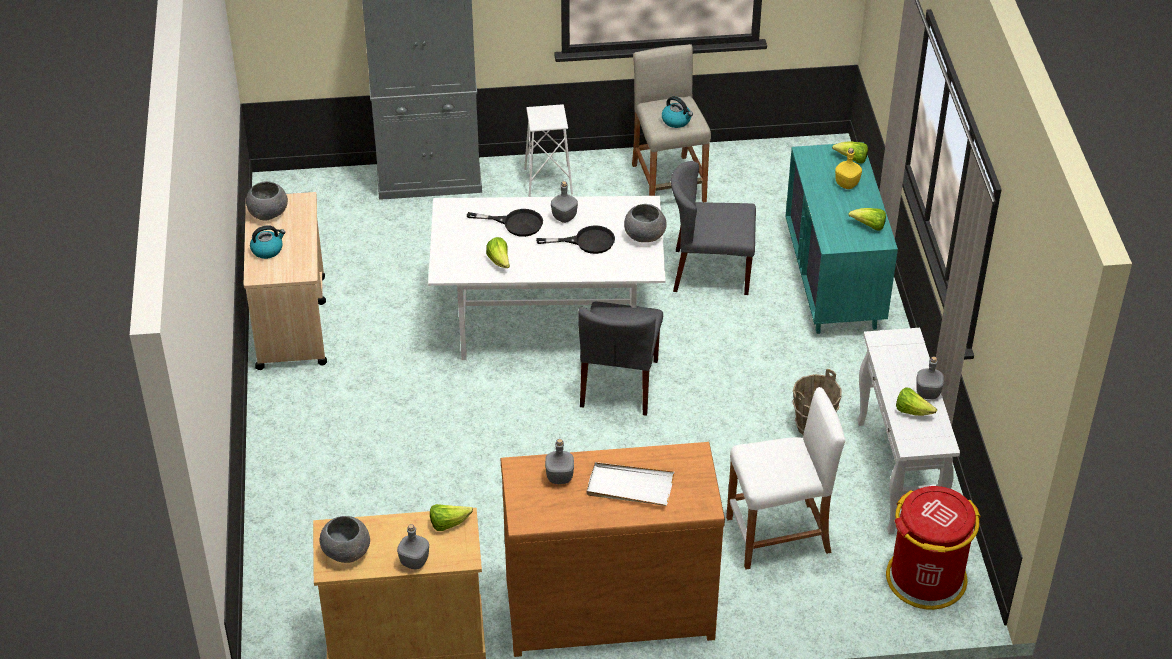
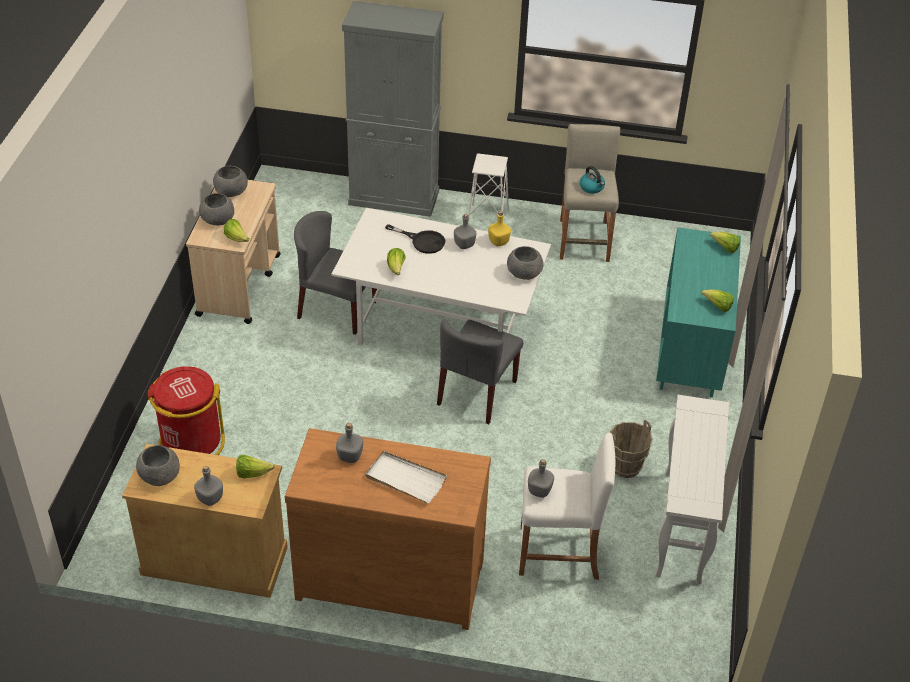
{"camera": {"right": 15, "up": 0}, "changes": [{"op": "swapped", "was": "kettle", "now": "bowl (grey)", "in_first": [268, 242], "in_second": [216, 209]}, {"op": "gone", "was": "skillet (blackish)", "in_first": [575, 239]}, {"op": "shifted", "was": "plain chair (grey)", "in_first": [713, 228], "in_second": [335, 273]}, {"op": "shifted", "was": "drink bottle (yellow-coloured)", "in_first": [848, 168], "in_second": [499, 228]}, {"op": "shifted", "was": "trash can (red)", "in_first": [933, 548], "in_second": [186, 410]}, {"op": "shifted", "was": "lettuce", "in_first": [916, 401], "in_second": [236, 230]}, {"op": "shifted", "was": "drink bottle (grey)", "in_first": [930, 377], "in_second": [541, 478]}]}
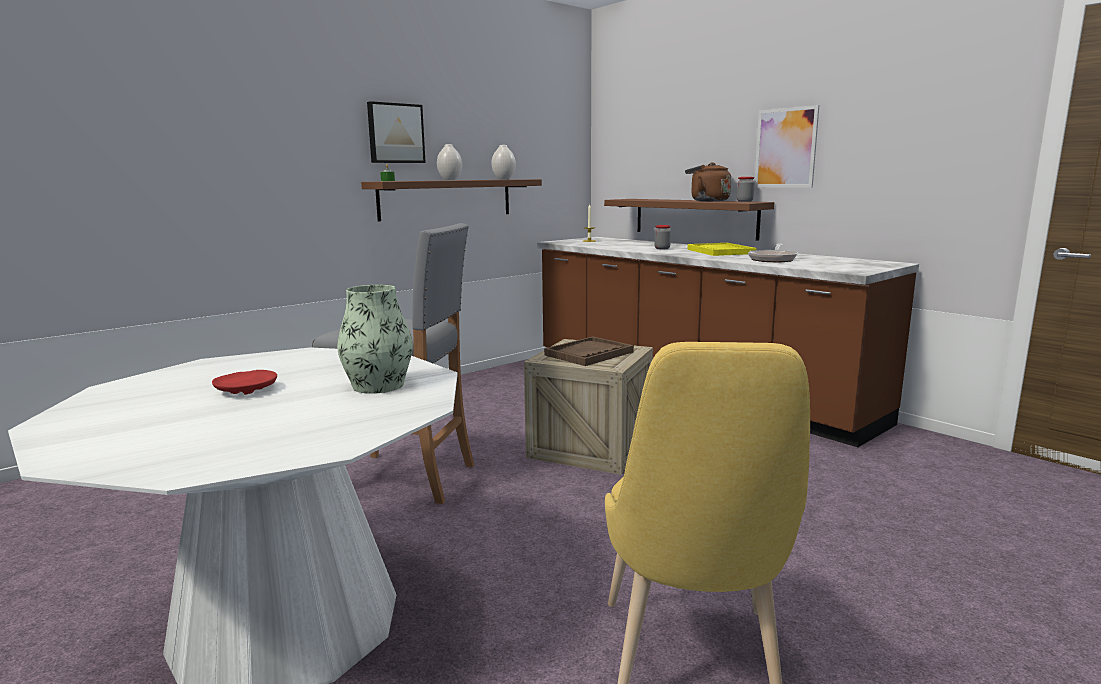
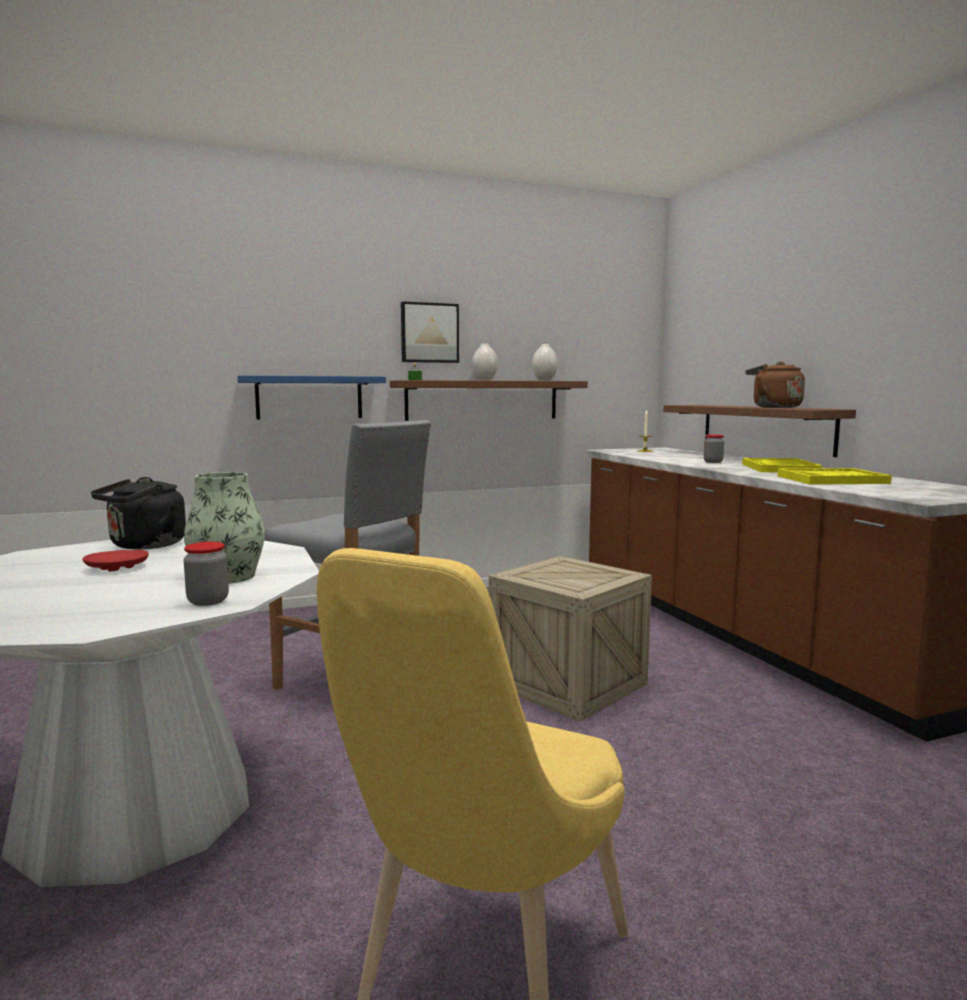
{"camera": {"right": 20, "up": -5}, "changes": [{"op": "gone", "was": "tray (brown-coloured)", "in_first": [589, 351]}, {"op": "shifted", "was": "preserve jar", "in_first": [746, 189], "in_second": [206, 574]}, {"op": "swapped", "was": "skillet", "now": "tray (yellow-coloured)", "in_first": [773, 253], "in_second": [835, 476]}, {"op": "gone", "was": "wall picture", "in_first": [786, 146]}, {"op": "new", "now": "kettle (blackish)", "in_second": [138, 513]}, {"op": "new", "now": "shelf (blue-coloured)", "in_second": [311, 397]}]}
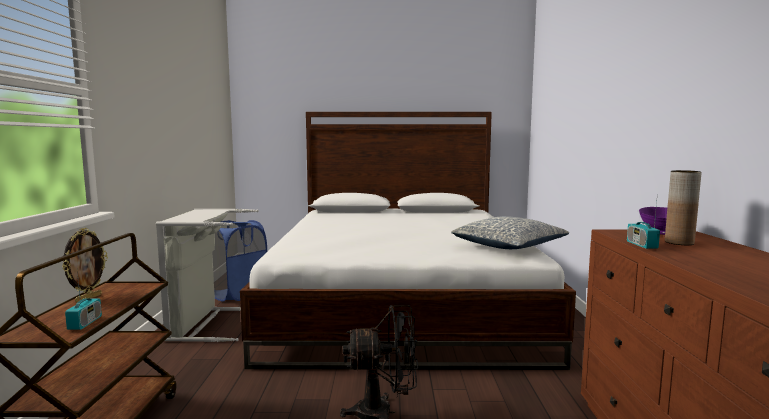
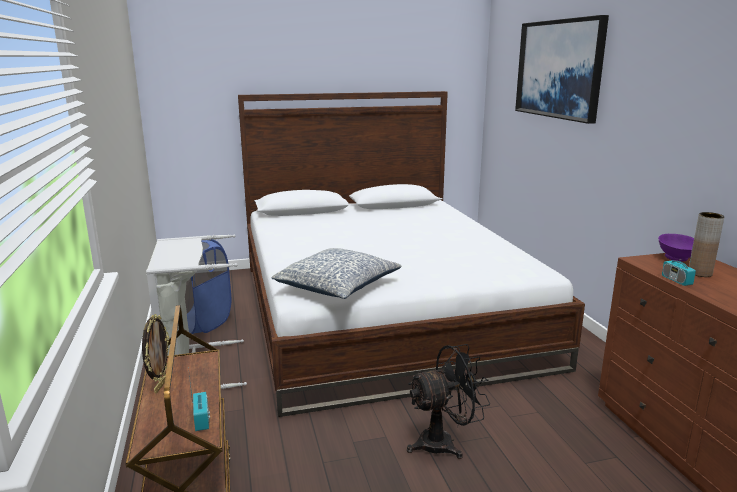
{"camera": {"right": -15, "up": 10}, "changes": [{"op": "shifted", "was": "cushion", "in_first": [510, 232], "in_second": [336, 273]}, {"op": "new", "now": "wall picture", "in_second": [562, 69]}]}
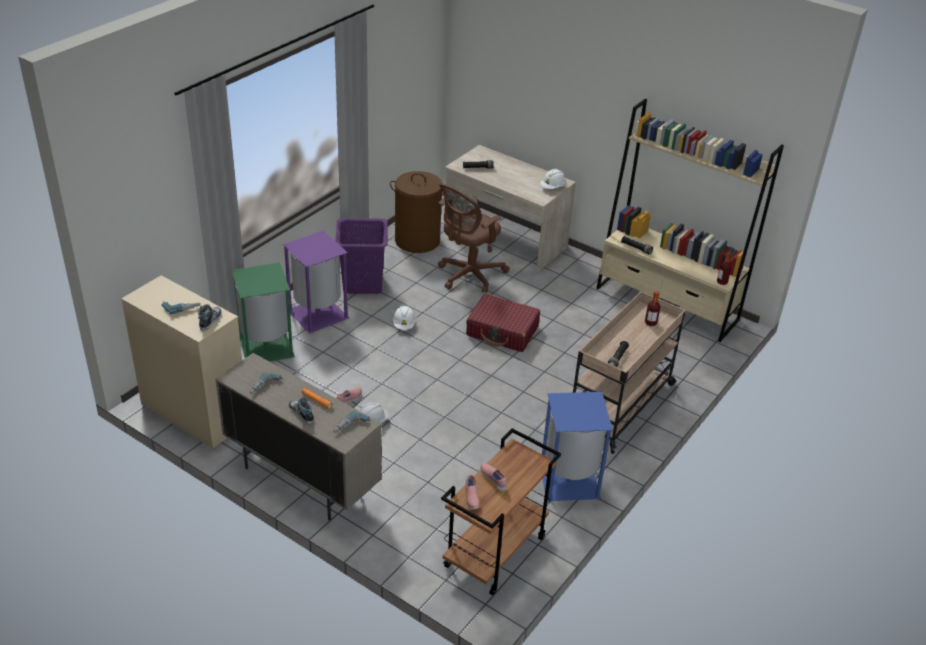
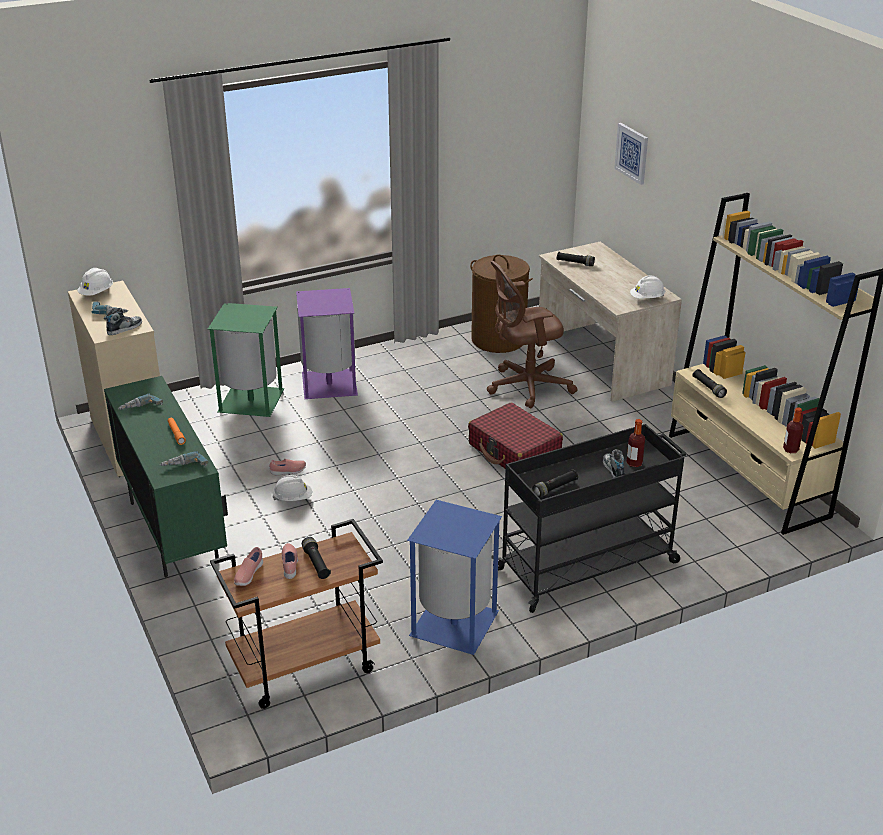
{"camera": {"right": 30, "up": -5}, "changes": [{"op": "repainted", "was": "storage cabinet (beige)", "now": "storage cabinet (greenish)", "in_first": [298, 437], "in_second": [166, 476]}, {"op": "shifted", "was": "low shoe", "in_first": [301, 411], "in_second": [614, 463]}, {"op": "gone", "was": "laundry basket (purple)", "in_first": [361, 256]}, {"op": "shifted", "was": "hard hat (whitish)", "in_first": [404, 318], "in_second": [95, 282]}, {"op": "repainted", "was": "trolley (beige)", "now": "trolley (blackish)", "in_first": [629, 372], "in_second": [588, 518]}, {"op": "new", "now": "flashlight (blackish)", "in_second": [316, 558]}, {"op": "new", "now": "wall picture", "in_second": [631, 154]}]}
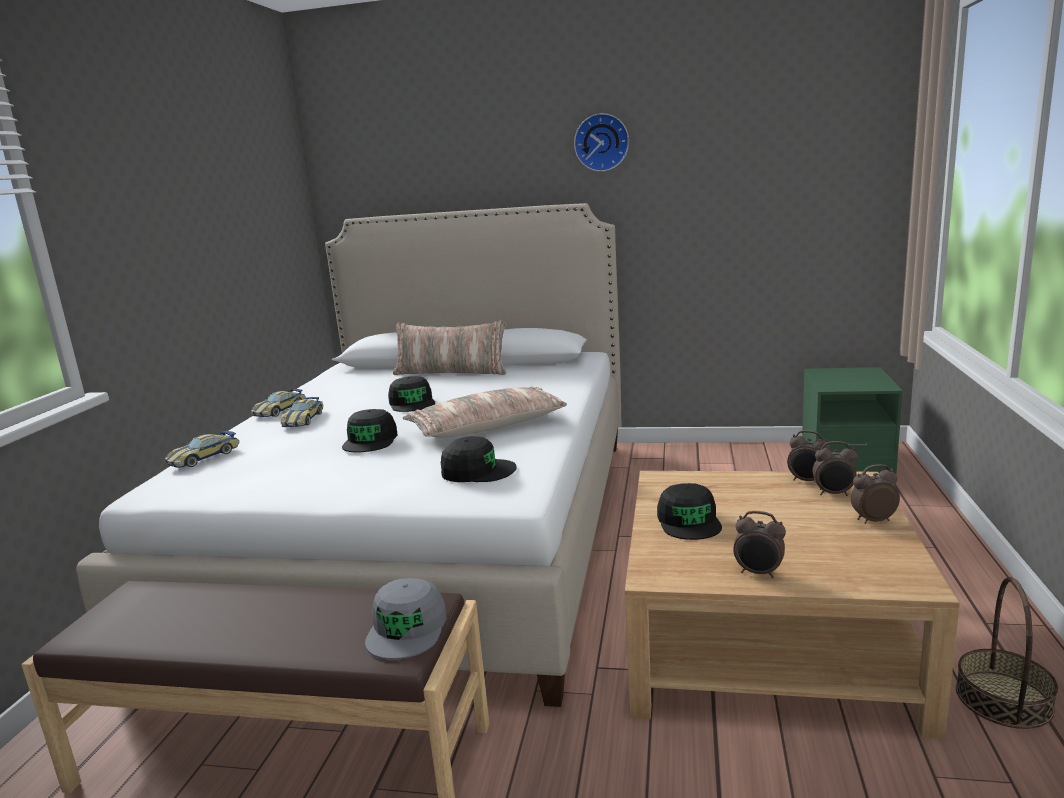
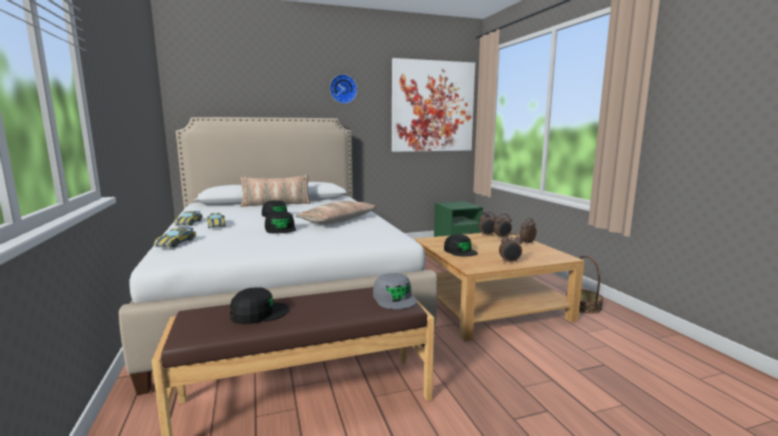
{"camera": {"right": -30, "up": -5}, "changes": [{"op": "shifted", "was": "baseball cap (blackish)", "in_first": [479, 459], "in_second": [259, 305]}, {"op": "new", "now": "wall picture", "in_second": [433, 105]}]}
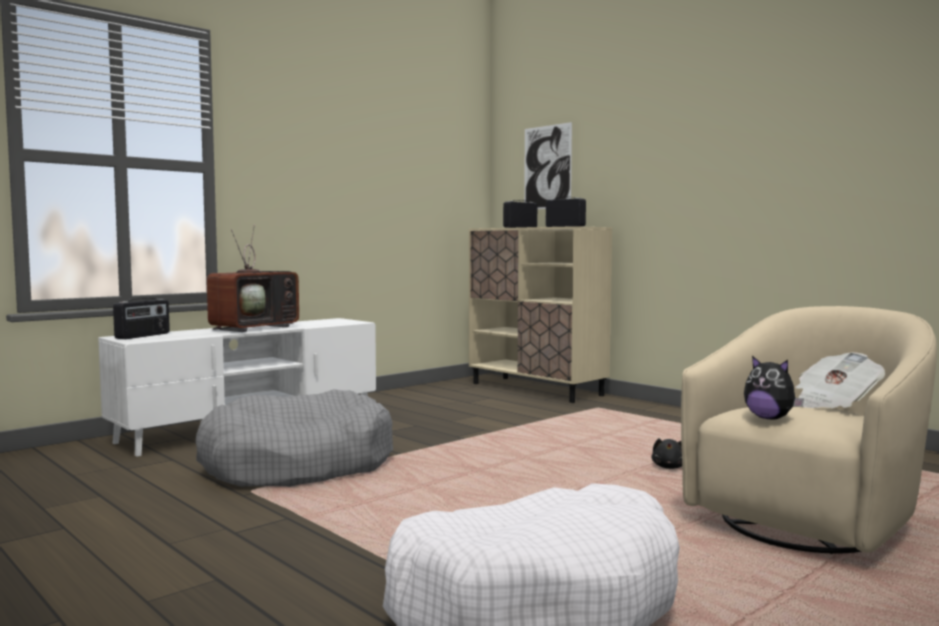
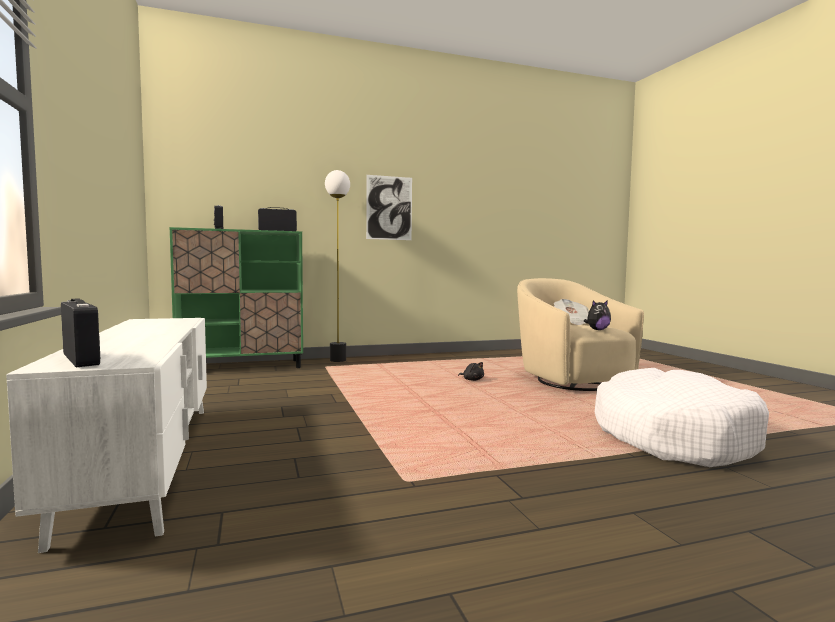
{"camera": {"right": -65, "up": 0}, "changes": [{"op": "gone", "was": "pet bed (grey)", "in_first": [294, 438]}, {"op": "gone", "was": "television", "in_first": [253, 278]}, {"op": "repainted", "was": "storage cabinet (beige)", "now": "storage cabinet (greenish)", "in_first": [540, 314], "in_second": [236, 297]}, {"op": "shifted", "was": "wall picture", "in_first": [548, 165], "in_second": [389, 207]}, {"op": "new", "now": "floor lamp", "in_second": [337, 266]}]}
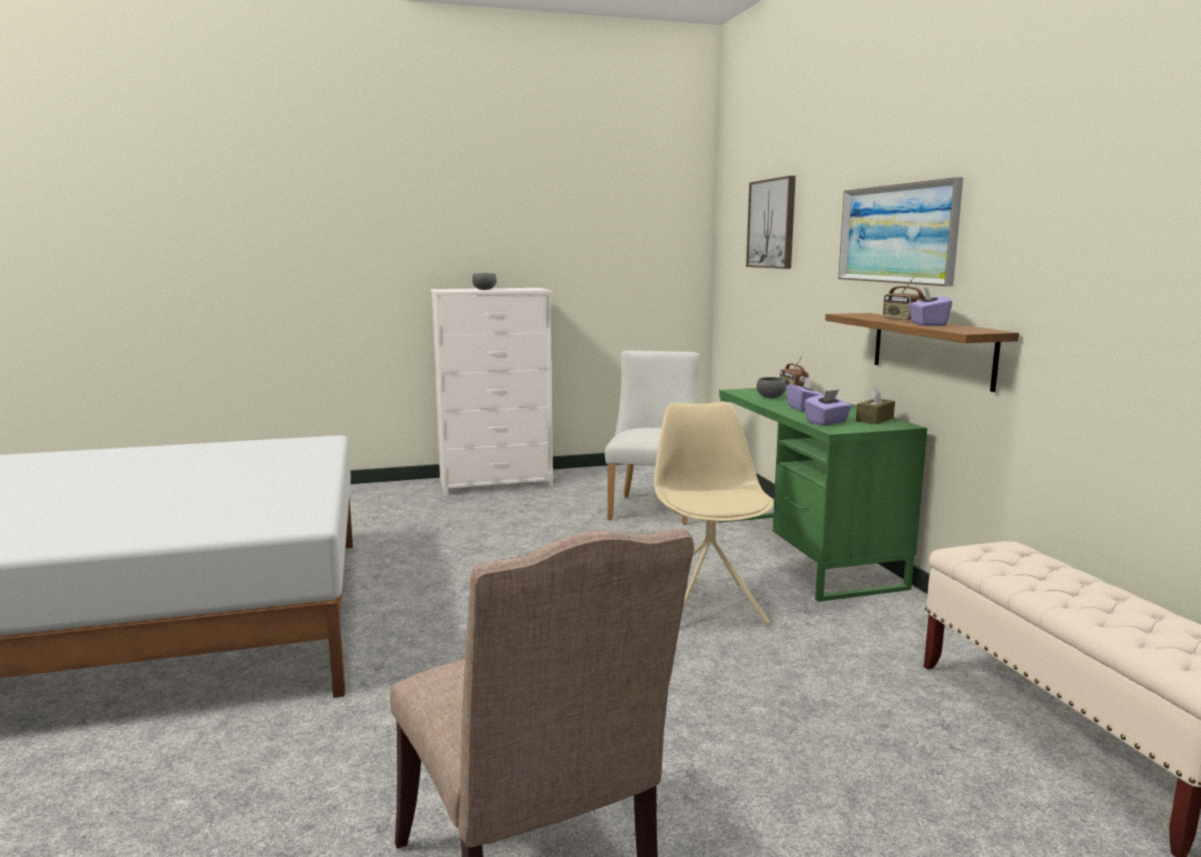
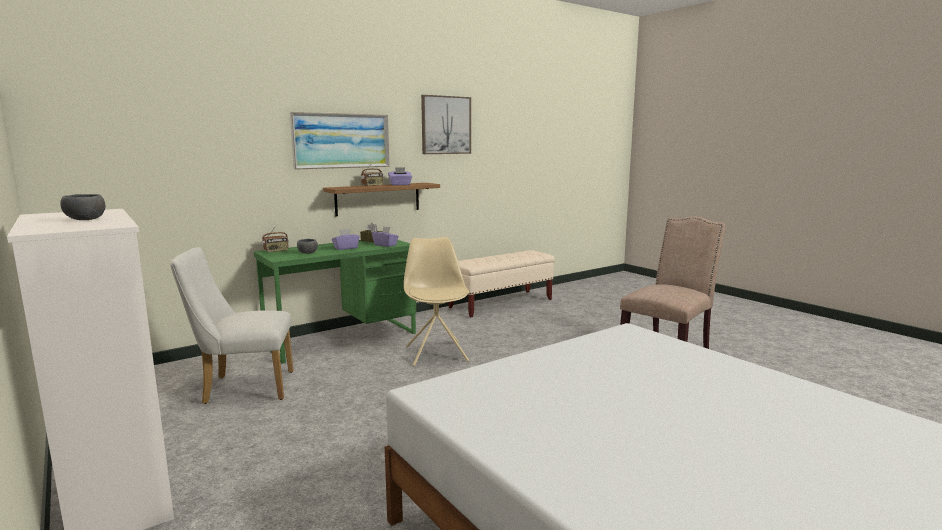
{"camera": {"right": -110, "up": 0}, "changes": [{"op": "rotated", "was": "plain chair (beige)", "in_first": [714, 513], "in_second": [436, 301], "clockwise": 105}, {"op": "shifted", "was": "wall picture", "in_first": [771, 222], "in_second": [446, 124]}]}
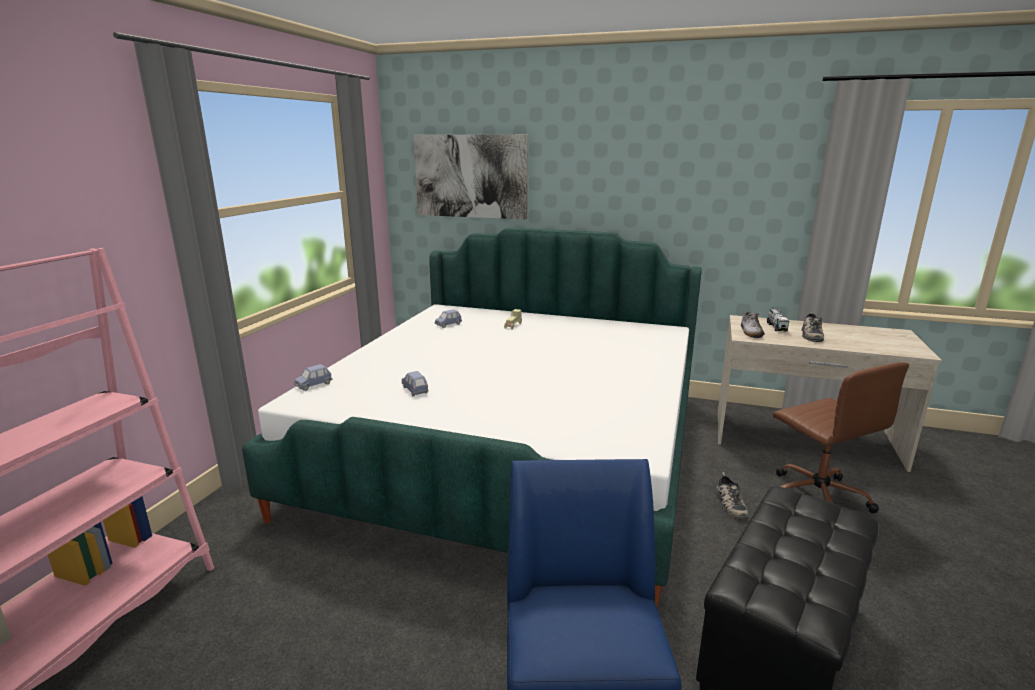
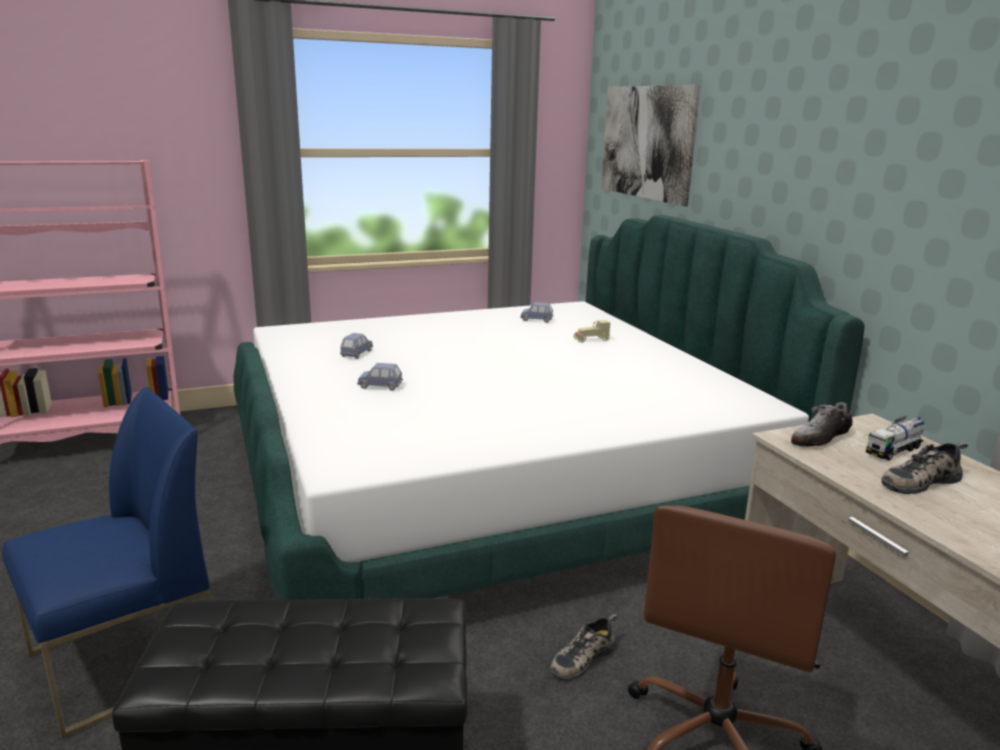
{"camera": {"right": 50, "up": 0}, "changes": [{"op": "shifted", "was": "miniature car (blue-coloured)", "in_first": [313, 377], "in_second": [380, 377]}]}
